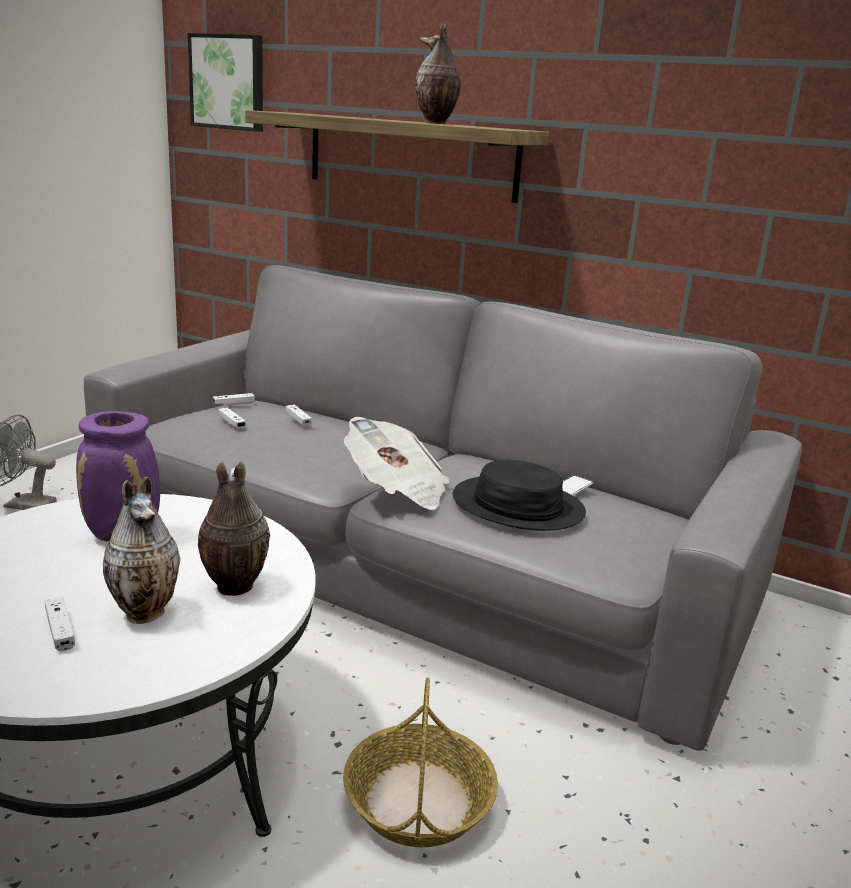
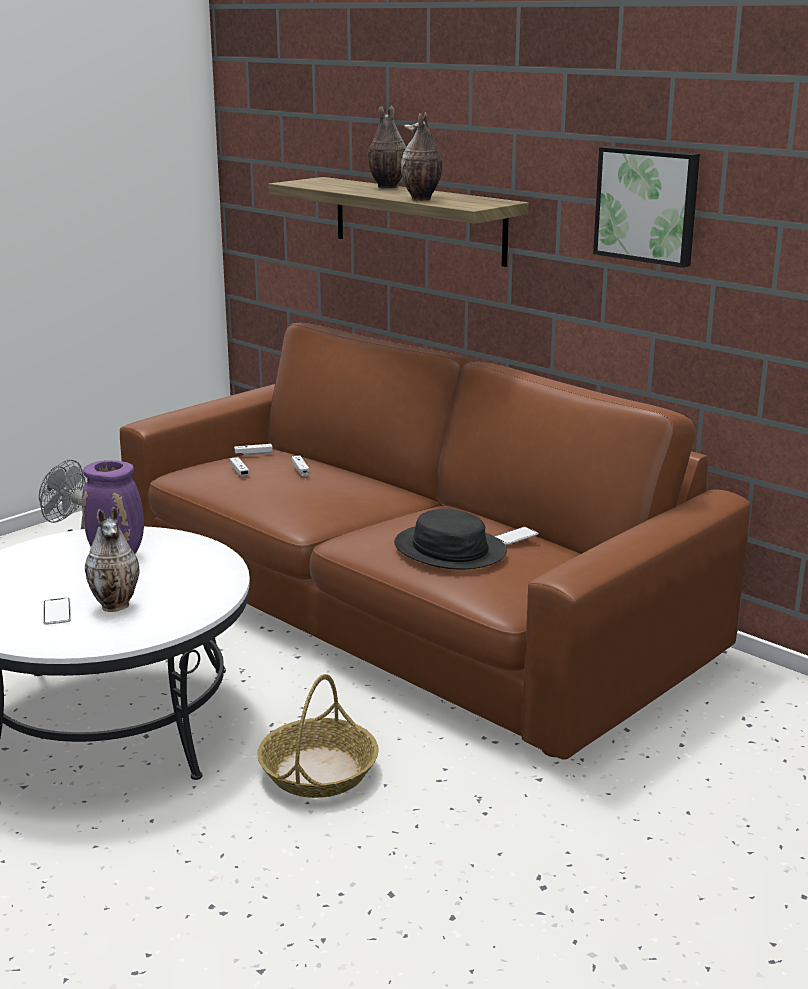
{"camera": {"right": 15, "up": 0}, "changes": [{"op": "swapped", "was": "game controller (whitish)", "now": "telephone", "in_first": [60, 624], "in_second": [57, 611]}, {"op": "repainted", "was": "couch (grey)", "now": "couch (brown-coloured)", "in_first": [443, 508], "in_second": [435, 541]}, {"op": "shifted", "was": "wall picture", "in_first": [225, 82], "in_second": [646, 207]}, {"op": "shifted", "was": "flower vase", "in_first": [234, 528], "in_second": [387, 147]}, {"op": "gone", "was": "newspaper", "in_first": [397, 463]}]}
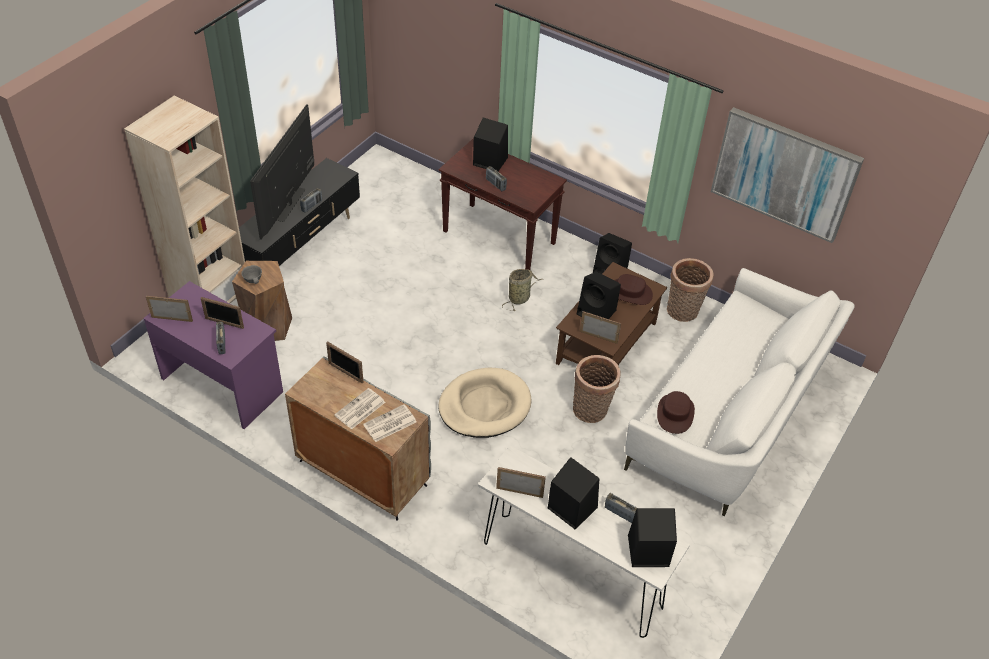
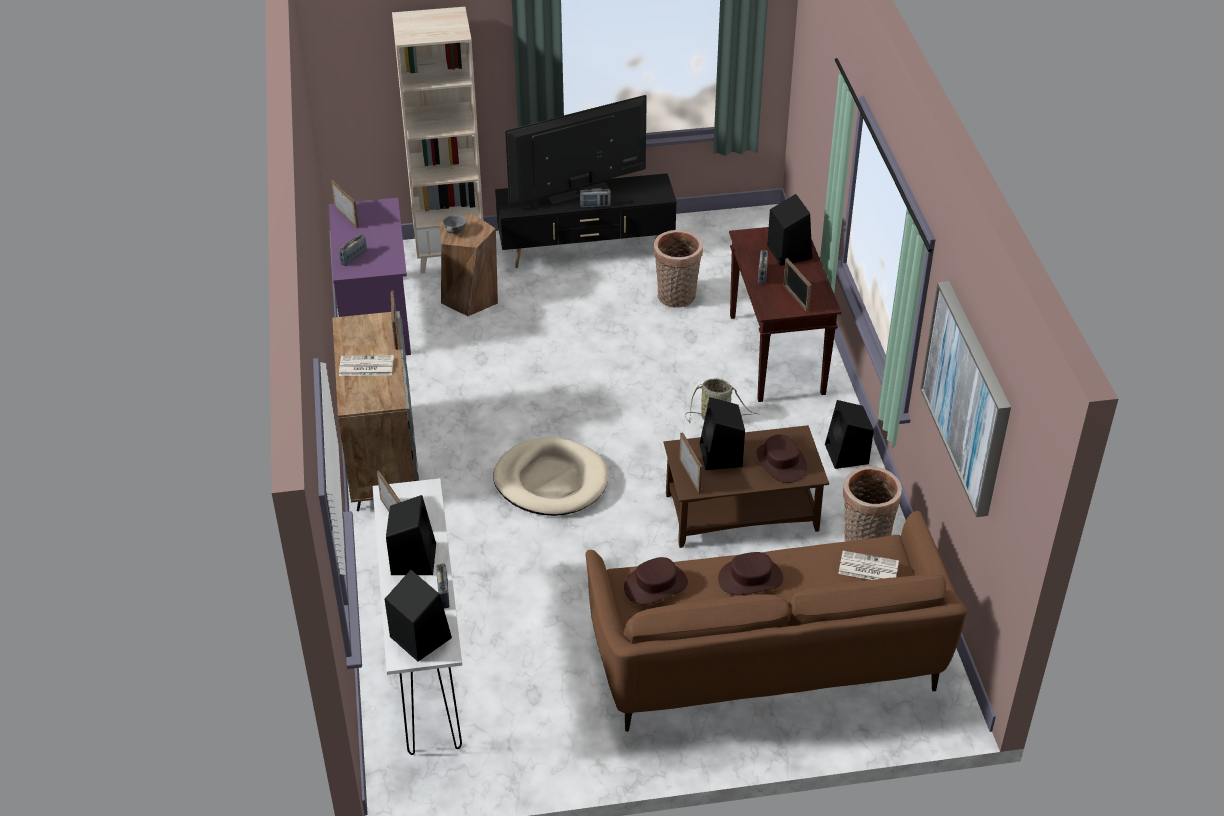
{"camera": {"right": 50, "up": -5}, "changes": [{"op": "shifted", "was": "standing frame", "in_first": [222, 313], "in_second": [797, 285]}, {"op": "shifted", "was": "newspaper", "in_first": [389, 423], "in_second": [868, 565]}, {"op": "shifted", "was": "household basket", "in_first": [597, 389], "in_second": [678, 269]}, {"op": "repainted", "was": "couch (whitish)", "now": "couch (brown-coloured)", "in_first": [739, 392], "in_second": [776, 621]}, {"op": "new", "now": "clothing hat (brown-coloured)", "in_second": [750, 573]}]}
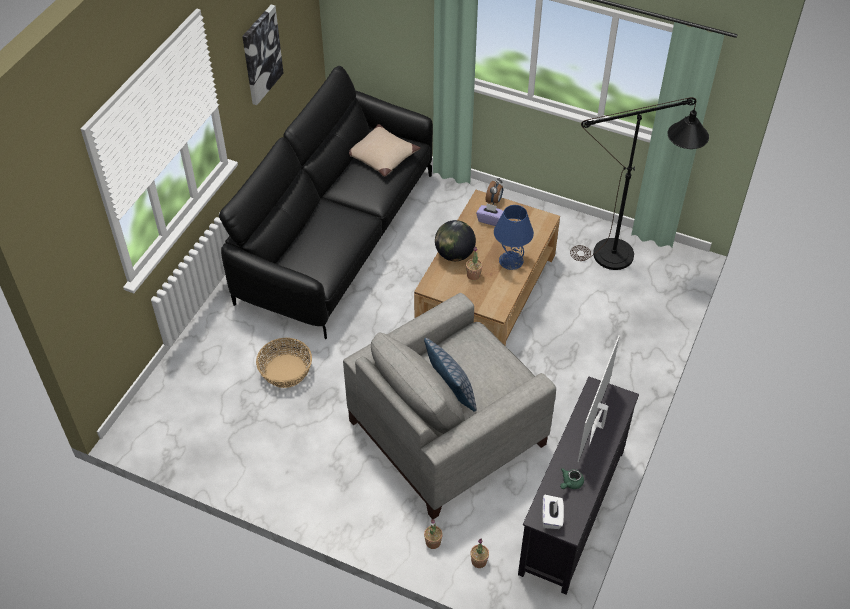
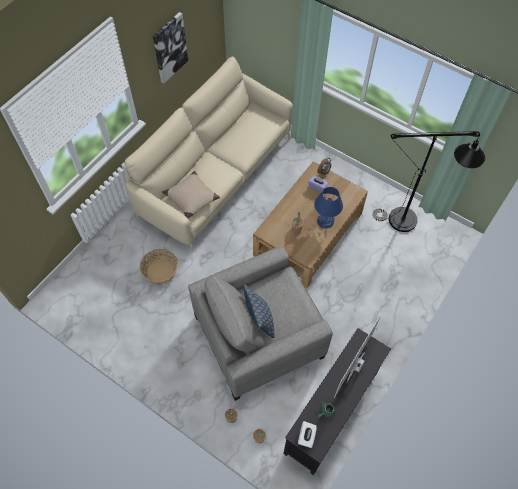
{"camera": {"right": 10, "up": 10}, "changes": [{"op": "repainted", "was": "couch (blackish)", "now": "couch (beige)", "in_first": [326, 202], "in_second": [208, 154]}, {"op": "shifted", "was": "cushion (beige)", "in_first": [384, 150], "in_second": [191, 194]}, {"op": "gone", "was": "globe", "in_first": [455, 240]}]}
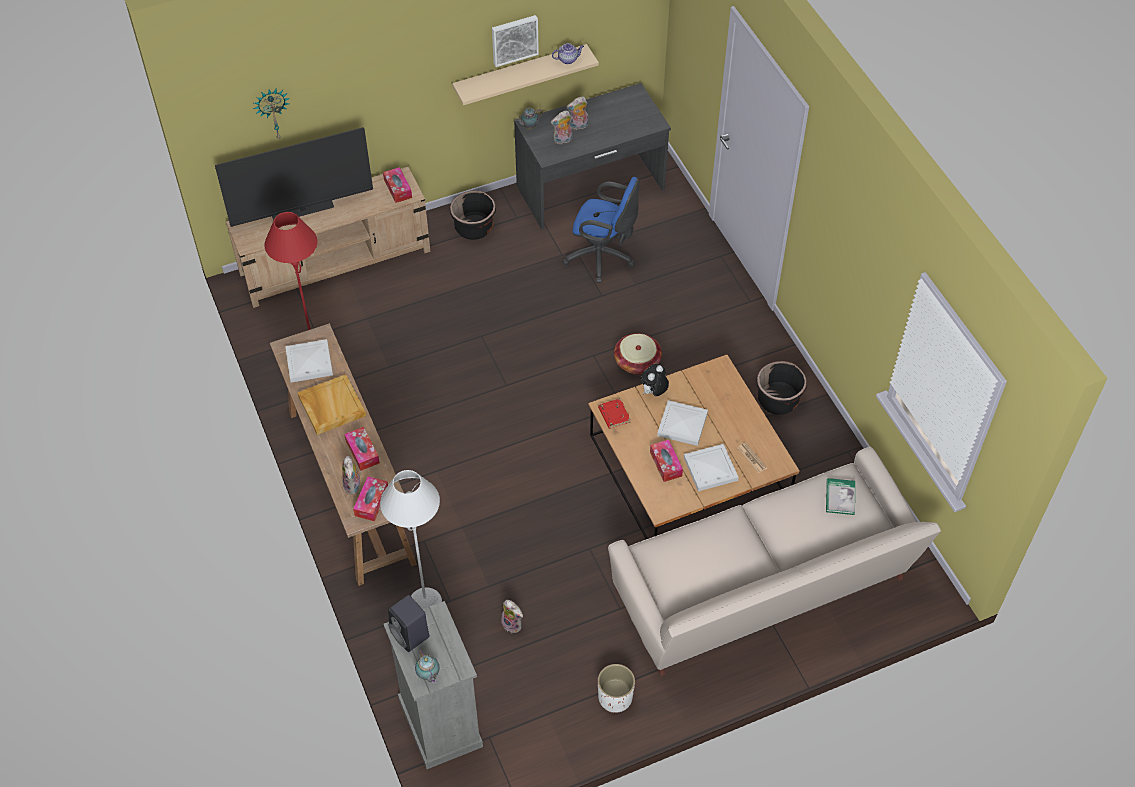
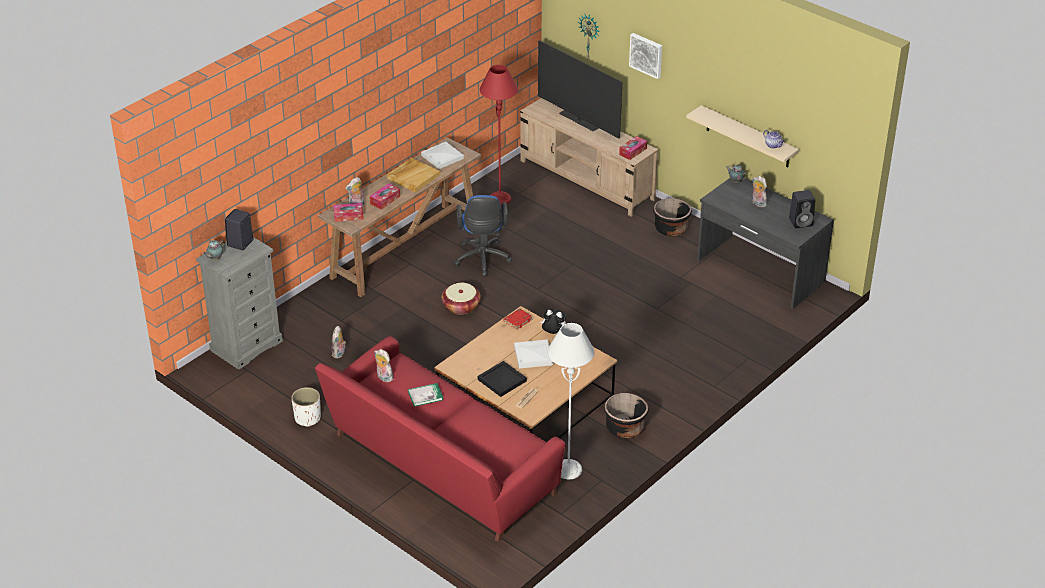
{"camera": {"right": 65, "up": -15}, "changes": [{"op": "shifted", "was": "floor lamp (grey)", "in_first": [411, 539], "in_second": [571, 401]}, {"op": "shifted", "was": "wall picture", "in_first": [515, 41], "in_second": [645, 56]}, {"op": "shifted", "was": "soft toy", "in_first": [561, 127], "in_second": [383, 365]}, {"op": "shifted", "was": "desk chair (blue-coloured)", "in_first": [601, 230], "in_second": [483, 235]}, {"op": "repainted", "was": "couch (beige)", "now": "couch (red)", "in_first": [774, 561], "in_second": [440, 439]}, {"op": "shifted", "was": "household basket", "in_first": [638, 354], "in_second": [461, 299]}, {"op": "gone", "was": "tissue holder", "in_first": [666, 461]}, {"op": "repainted", "was": "tray (whitish)", "now": "tray (blackish)", "in_first": [711, 467], "in_second": [502, 379]}, {"op": "shifted", "was": "book", "in_first": [840, 496], "in_second": [425, 395]}, {"op": "new", "now": "audio speaker (blackish)", "in_second": [802, 209]}]}
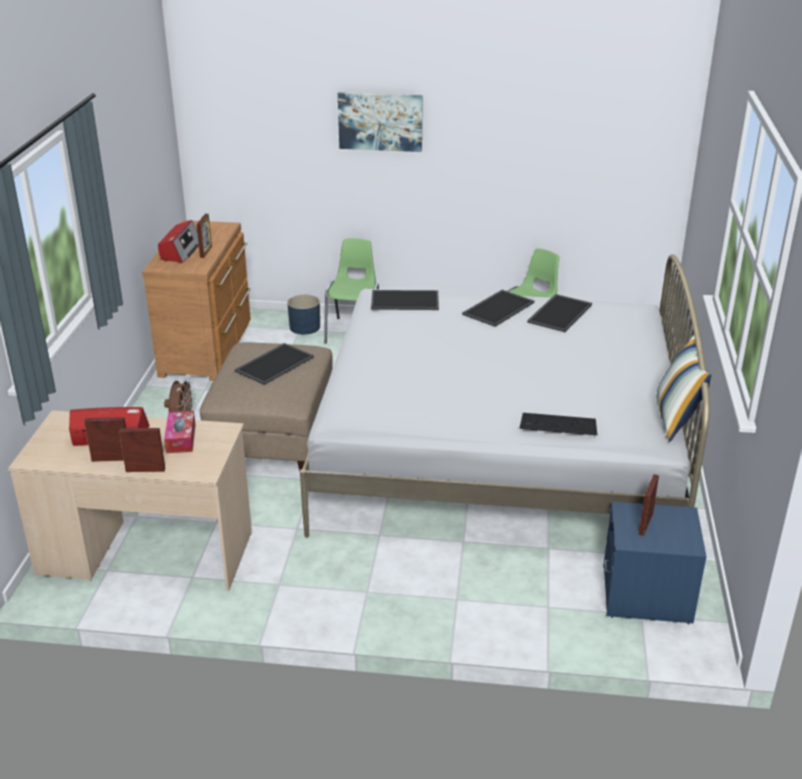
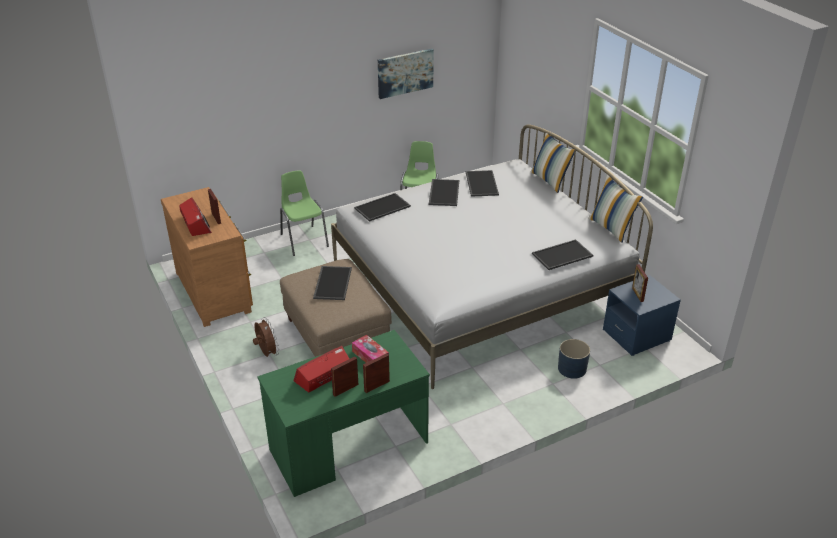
{"camera": {"right": -35, "up": 5}, "changes": [{"op": "repainted", "was": "desk (beige)", "now": "desk (greenish)", "in_first": [130, 500], "in_second": [343, 413]}, {"op": "shifted", "was": "plant pot (blue-coloured)", "in_first": [303, 314], "in_second": [574, 359]}, {"op": "shifted", "was": "wall picture", "in_first": [380, 122], "in_second": [406, 74]}, {"op": "swapped", "was": "computer keyboard", "now": "tray", "in_first": [558, 424], "in_second": [562, 254]}, {"op": "new", "now": "cushion", "in_second": [552, 163]}]}
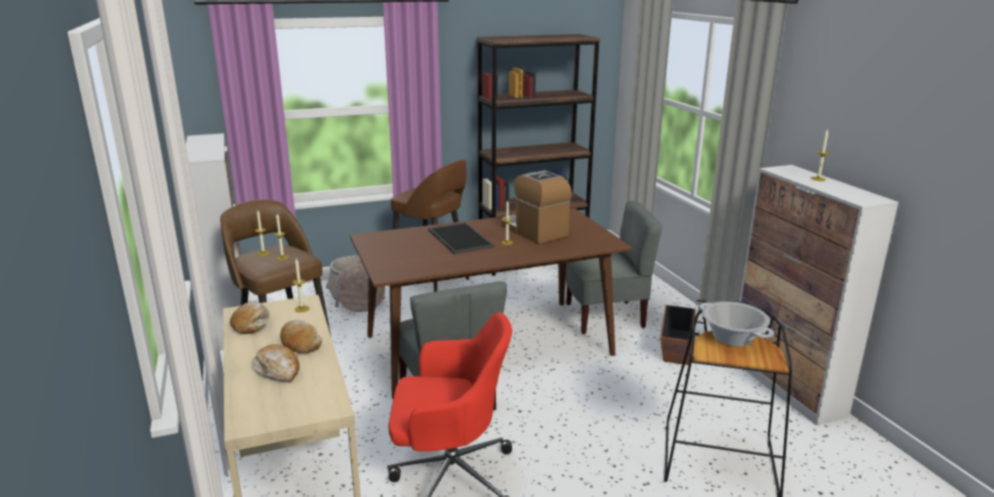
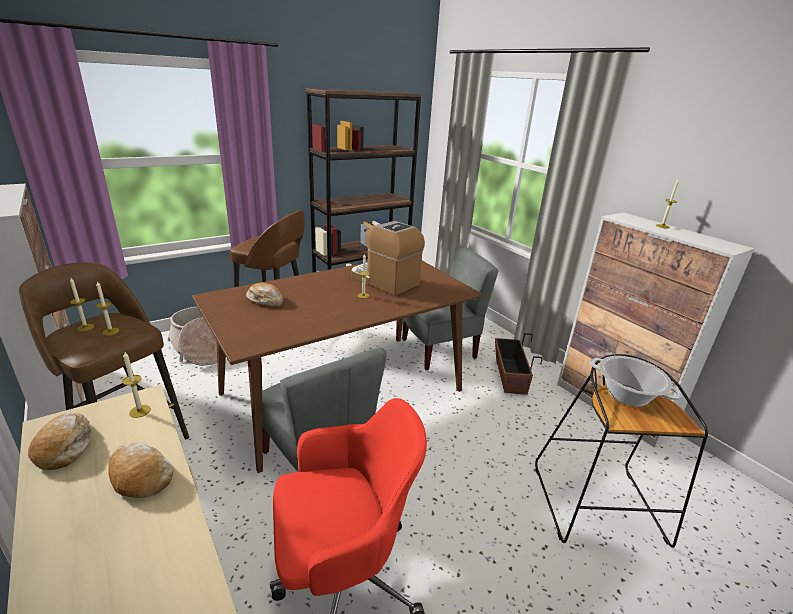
{"camera": {"right": -15, "up": 5}, "changes": [{"op": "shifted", "was": "bread", "in_first": [275, 363], "in_second": [265, 295]}, {"op": "gone", "was": "tray", "in_first": [461, 238]}]}
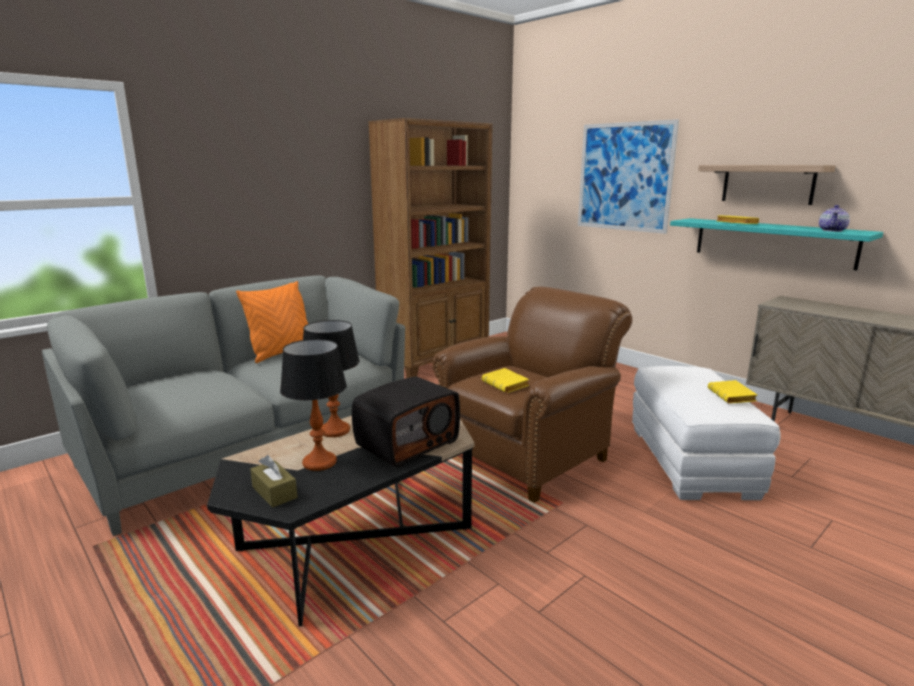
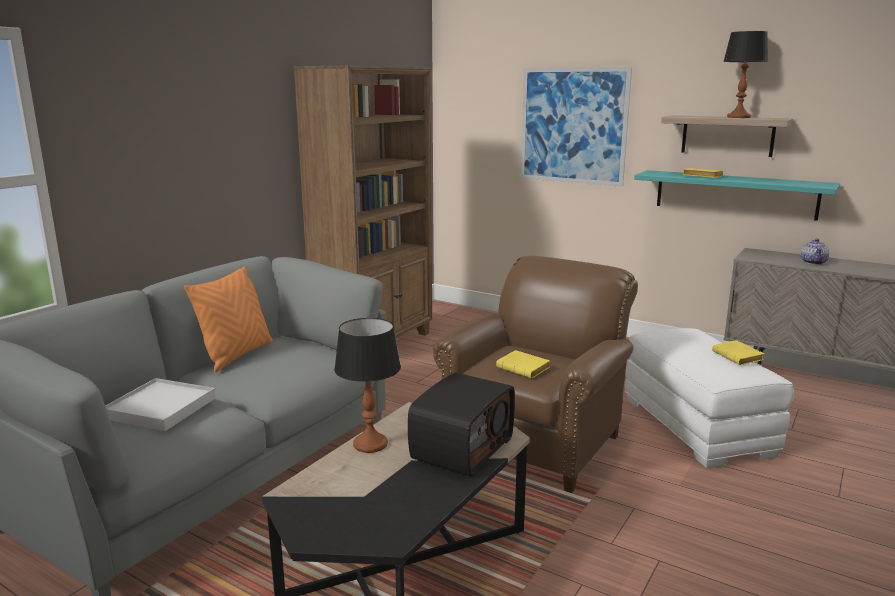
{"camera": {"right": -15, "up": 0}, "changes": [{"op": "gone", "was": "tissue holder (brown-coloured)", "in_first": [273, 481]}, {"op": "shifted", "was": "lamp for a table", "in_first": [313, 405], "in_second": [745, 74]}, {"op": "shifted", "was": "teapot", "in_first": [834, 218], "in_second": [815, 252]}, {"op": "new", "now": "tray (whitish)", "in_second": [160, 404]}]}
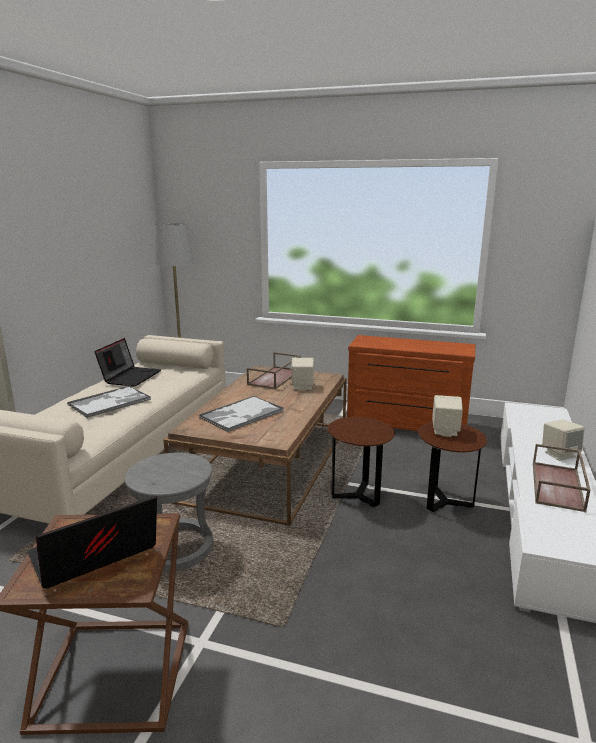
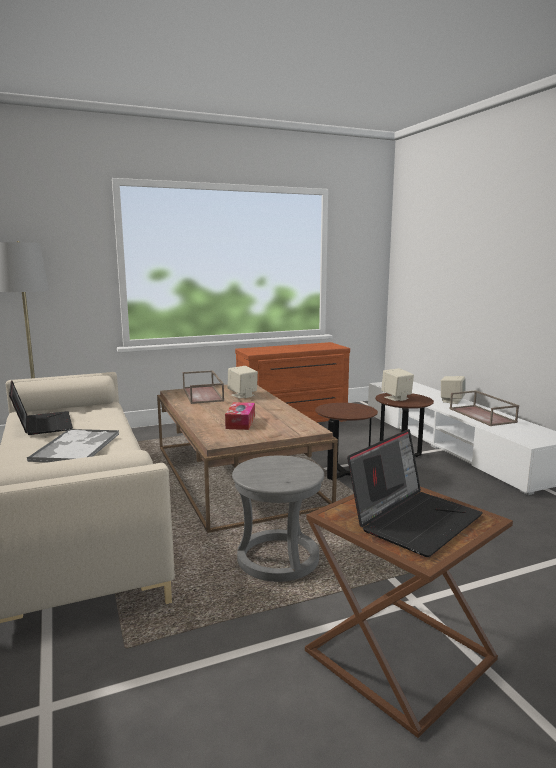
{"camera": {"right": -40, "up": -5}, "changes": [{"op": "rotated", "was": "notebook computer", "in_first": [92, 542], "in_second": [414, 493], "clockwise": -150}, {"op": "swapped", "was": "tray", "now": "tissue holder", "in_first": [241, 414], "in_second": [240, 416]}]}
